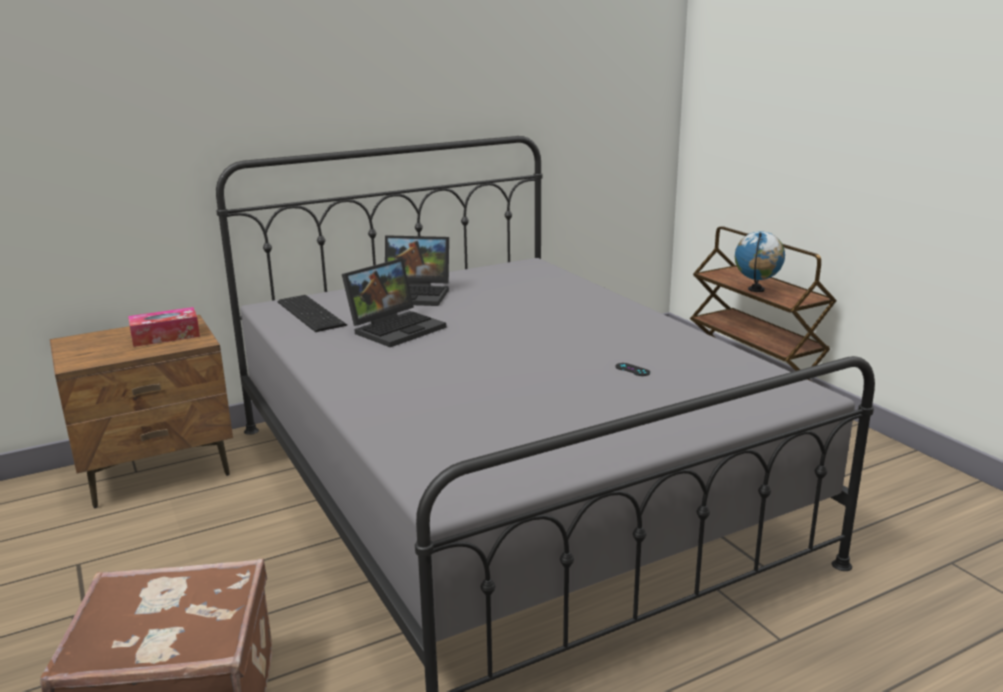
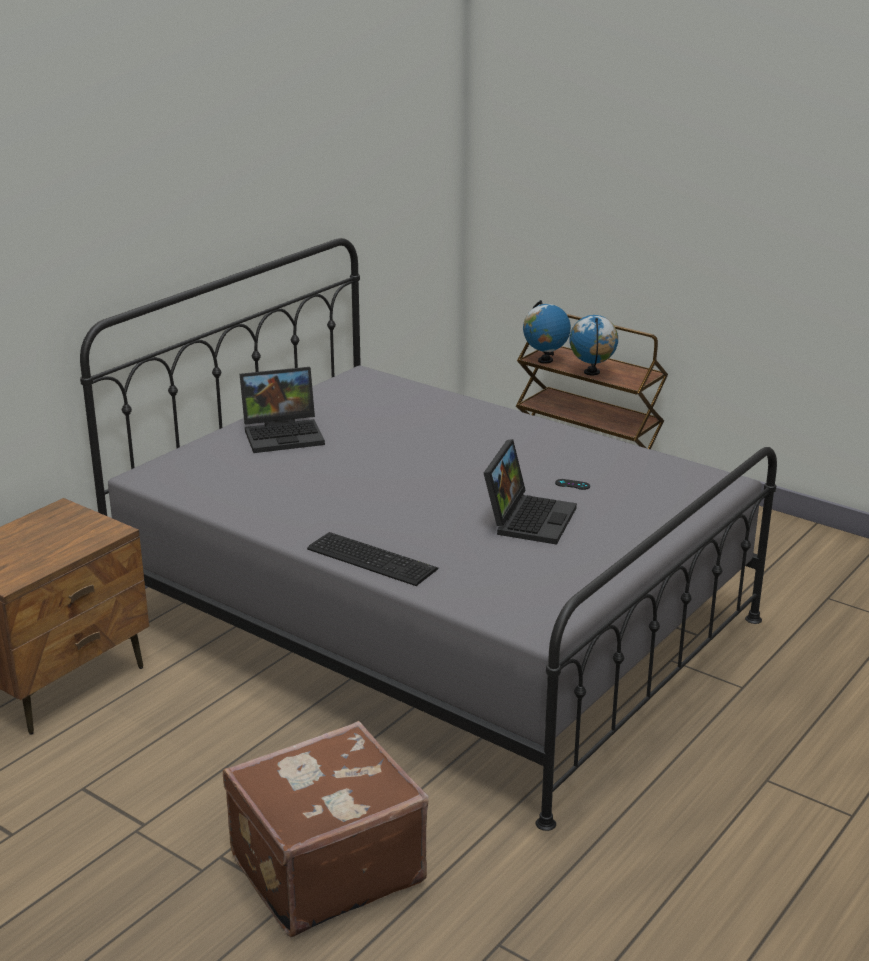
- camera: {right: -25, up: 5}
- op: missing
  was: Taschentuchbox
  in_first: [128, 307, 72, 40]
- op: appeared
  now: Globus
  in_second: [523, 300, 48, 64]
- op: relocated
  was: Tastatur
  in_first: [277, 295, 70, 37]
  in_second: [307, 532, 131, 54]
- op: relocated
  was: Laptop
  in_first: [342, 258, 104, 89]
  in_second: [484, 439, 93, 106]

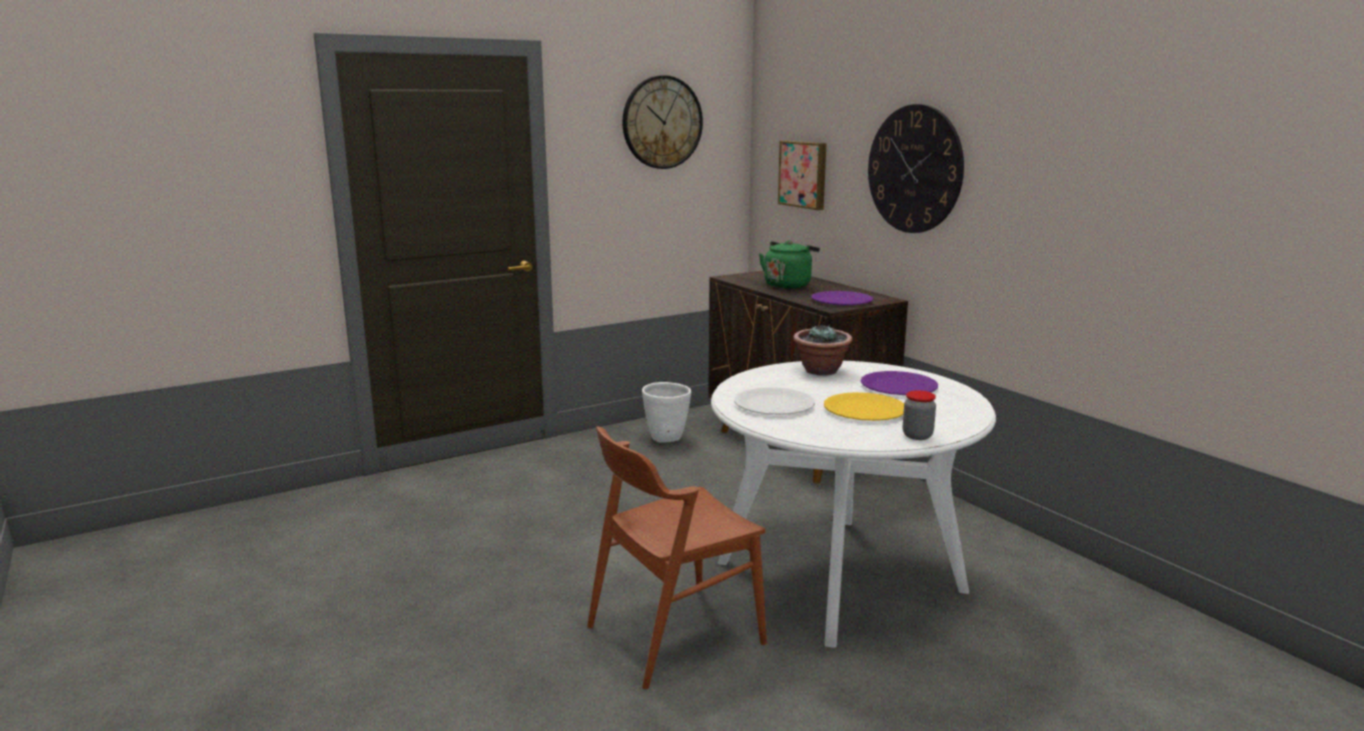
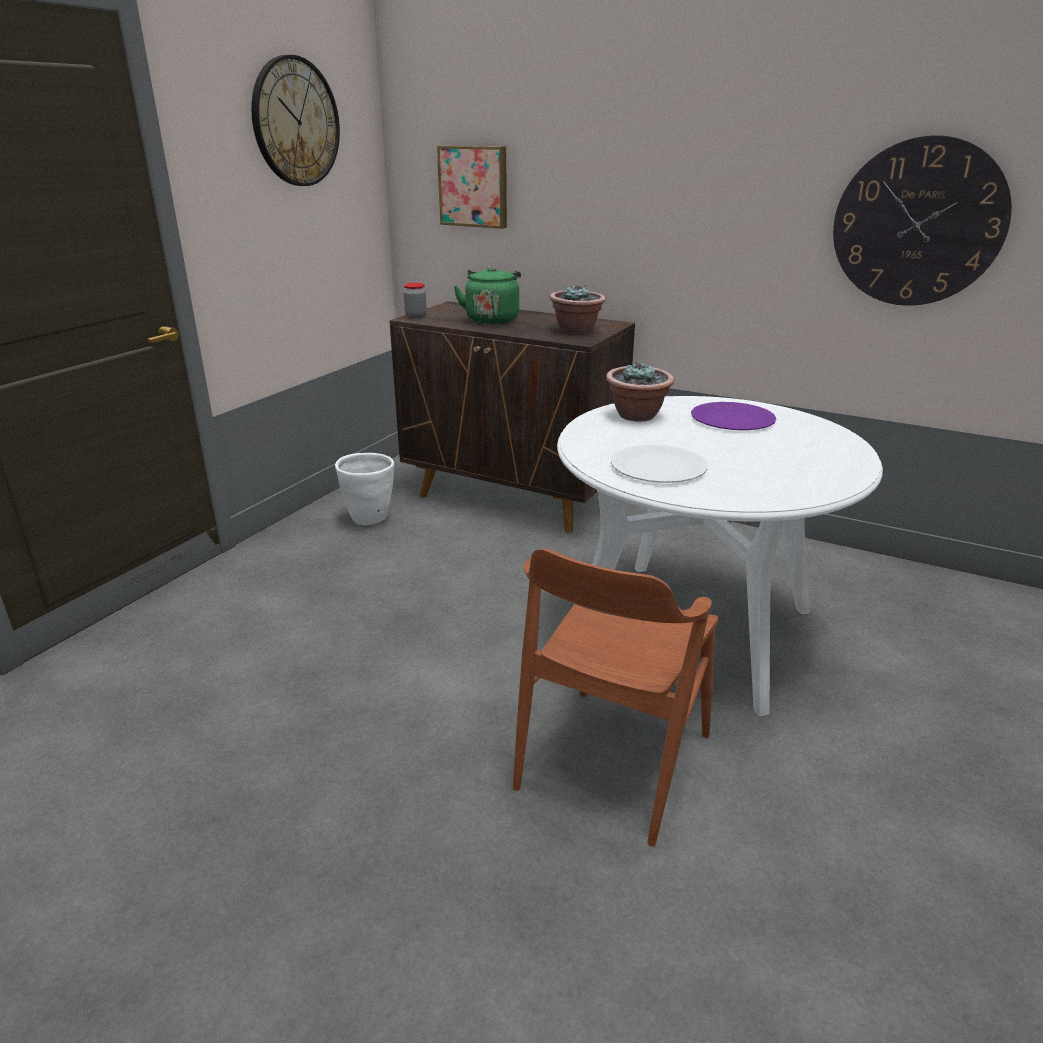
- camera: {right: -30, up: 10}
- op: missing
  was: Teller (gelb)
  in_first: [824, 392, 80, 29]
- op: relocated
  was: Wanduhr
  in_first: [868, 104, 96, 129]
  in_second: [833, 135, 179, 171]
- op: relocated
  was: Vorratsglas
  in_first: [903, 390, 33, 50]
  in_second: [403, 283, 24, 36]
- op: exchanged
  was: Teller (lila)
  now: Topfpflanze
  in_first: [811, 291, 62, 15]
  in_second: [550, 284, 56, 50]

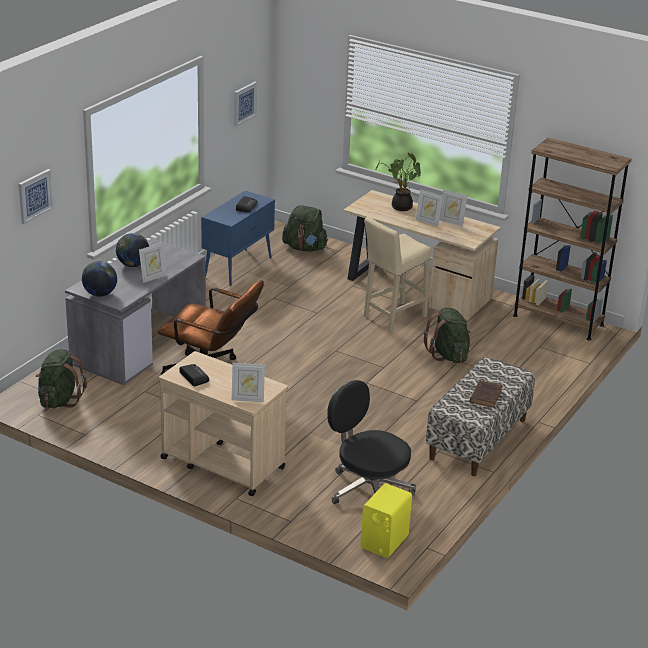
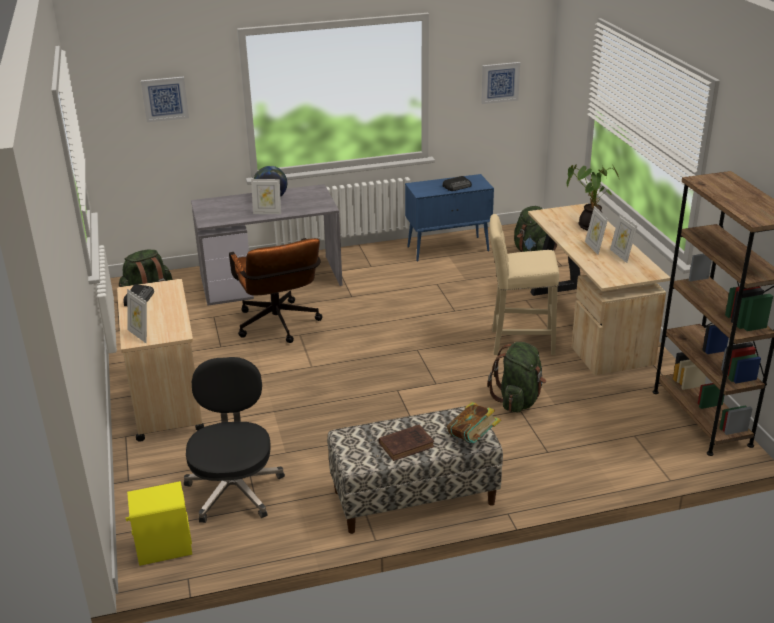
- camera: {right: 45, up: 0}
- op: missing
  was: Globus
  in_first: [82, 261, 35, 36]
- op: appeared
  now: Buch
  in_second: [447, 402, 54, 41]

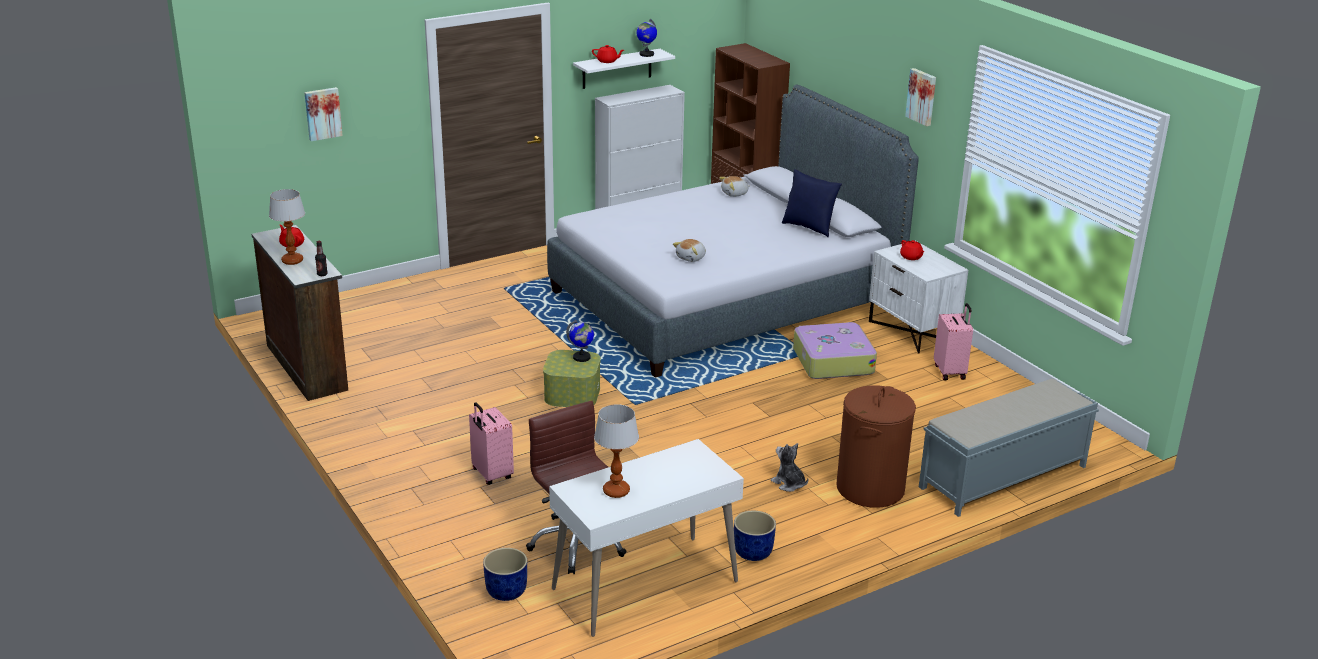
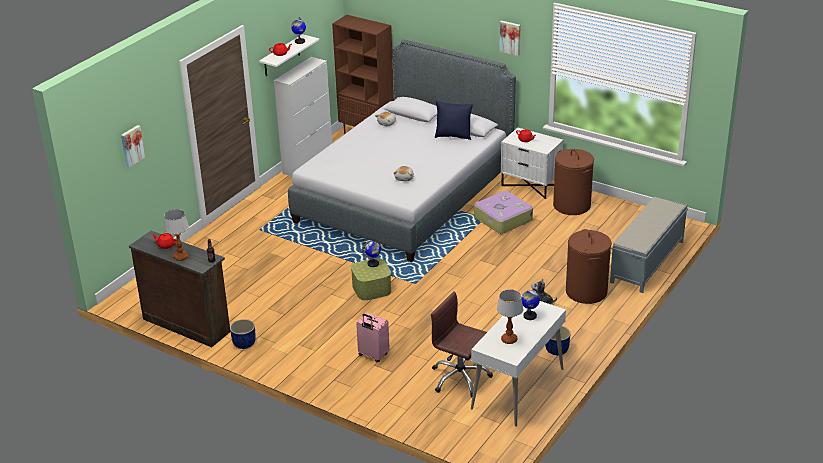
- camera: {right: -25, up: 5}
- op: appeared
  now: Globus
  in_second: [521, 288, 19, 32]
- op: relocated
  was: Pflanzkübel (blau)
  in_first: [483, 548, 44, 53]
  in_second: [230, 319, 26, 30]
- op: exchanged
  was: Koffer (rosa)
  now: Wäschekorb (braun)
  in_first: [934, 303, 39, 77]
  in_second: [553, 149, 41, 66]

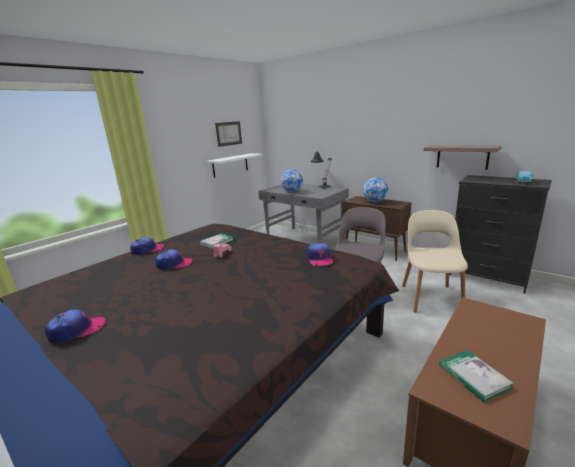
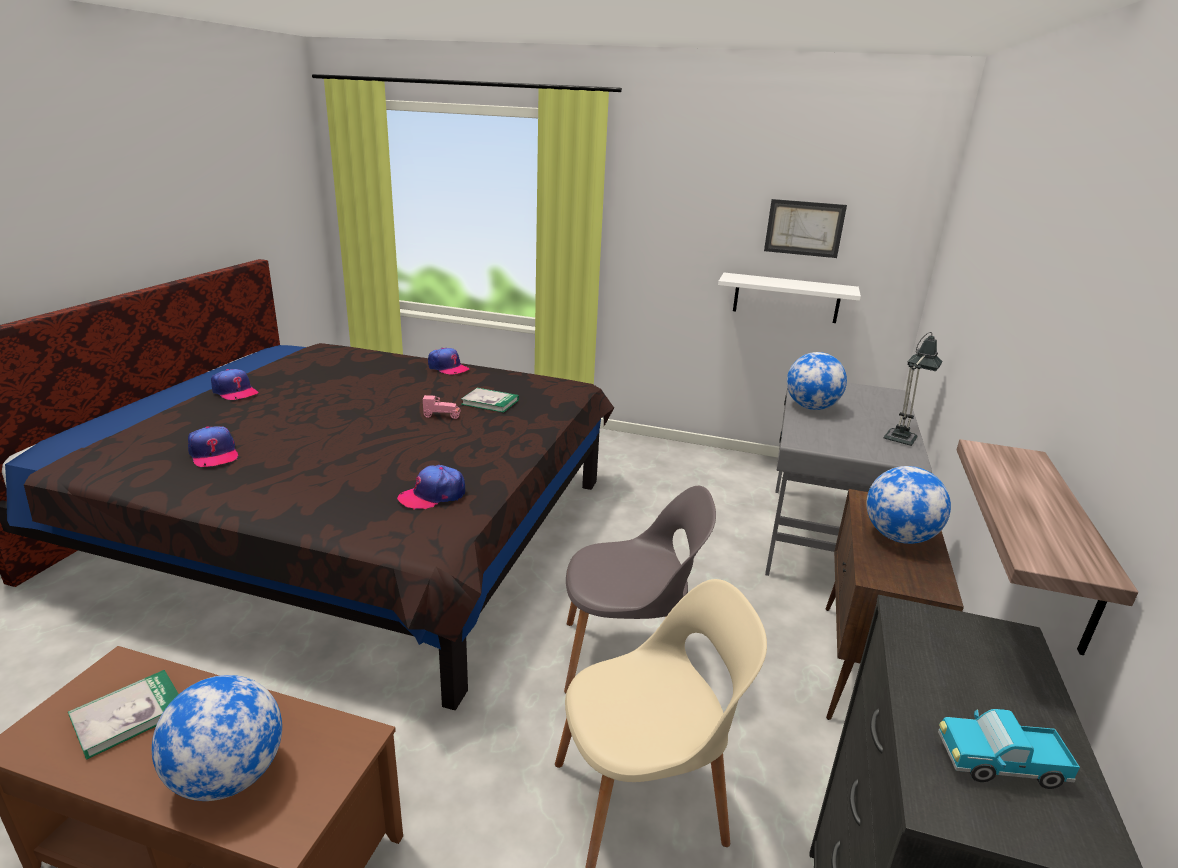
- camera: {right: 65, up: 5}
- op: appeared
  now: Globus
  in_second: [152, 675, 130, 126]
- op: relocated
  was: Kappe
  in_first: [155, 249, 38, 21]
  in_second: [188, 426, 51, 41]

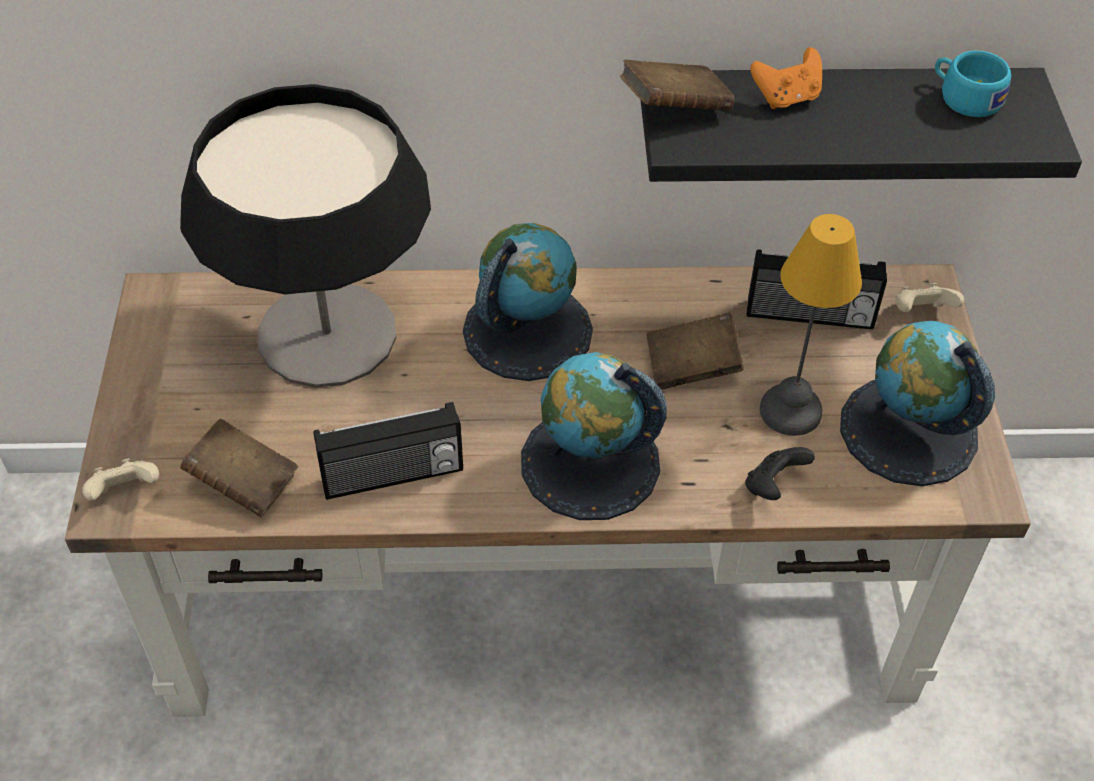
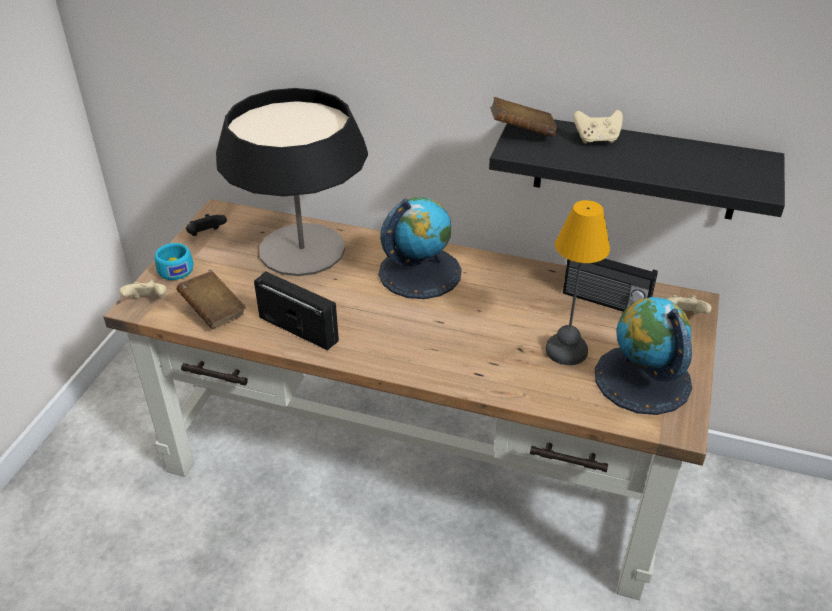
- camera: {right: 20, up: -10}
- op: missing
  was: Globus
  in_first: [521, 352, 146, 168]
- op: missing
  was: Buch (braun)
  in_first: [646, 312, 98, 78]
- op: relocated
  was: Gamepad (schwarz)
  in_first: [745, 447, 70, 53]
  in_second: [186, 214, 41, 22]
- op: relocated
  was: Tasse (türkis)
  in_first: [935, 50, 76, 67]
  in_second: [155, 243, 39, 37]
- op: colour
  was: Gamepad (orange)
  now: Gamepad (beige)
  in_first: [750, 47, 72, 62]
  in_second: [573, 110, 50, 34]
- op: spun
  was: Radio
  in_first: [313, 402, 150, 98]
  in_second: [254, 271, 85, 79]
  clockwise: -150

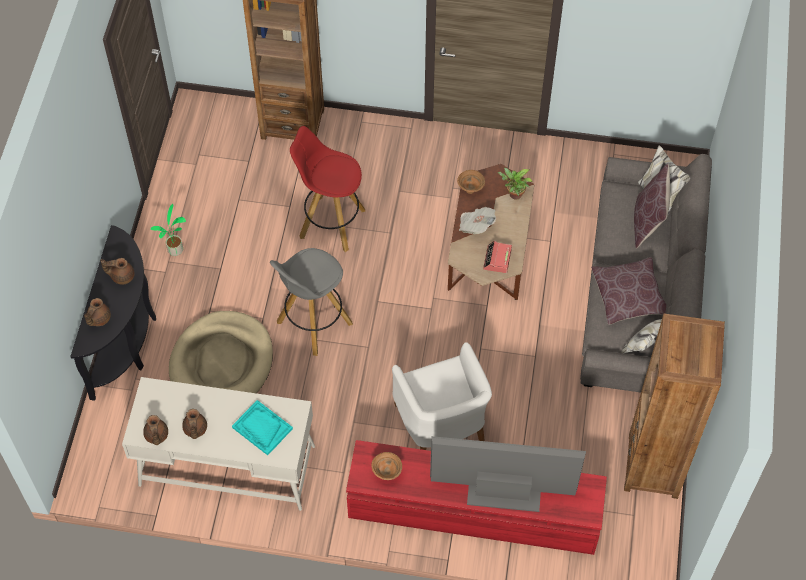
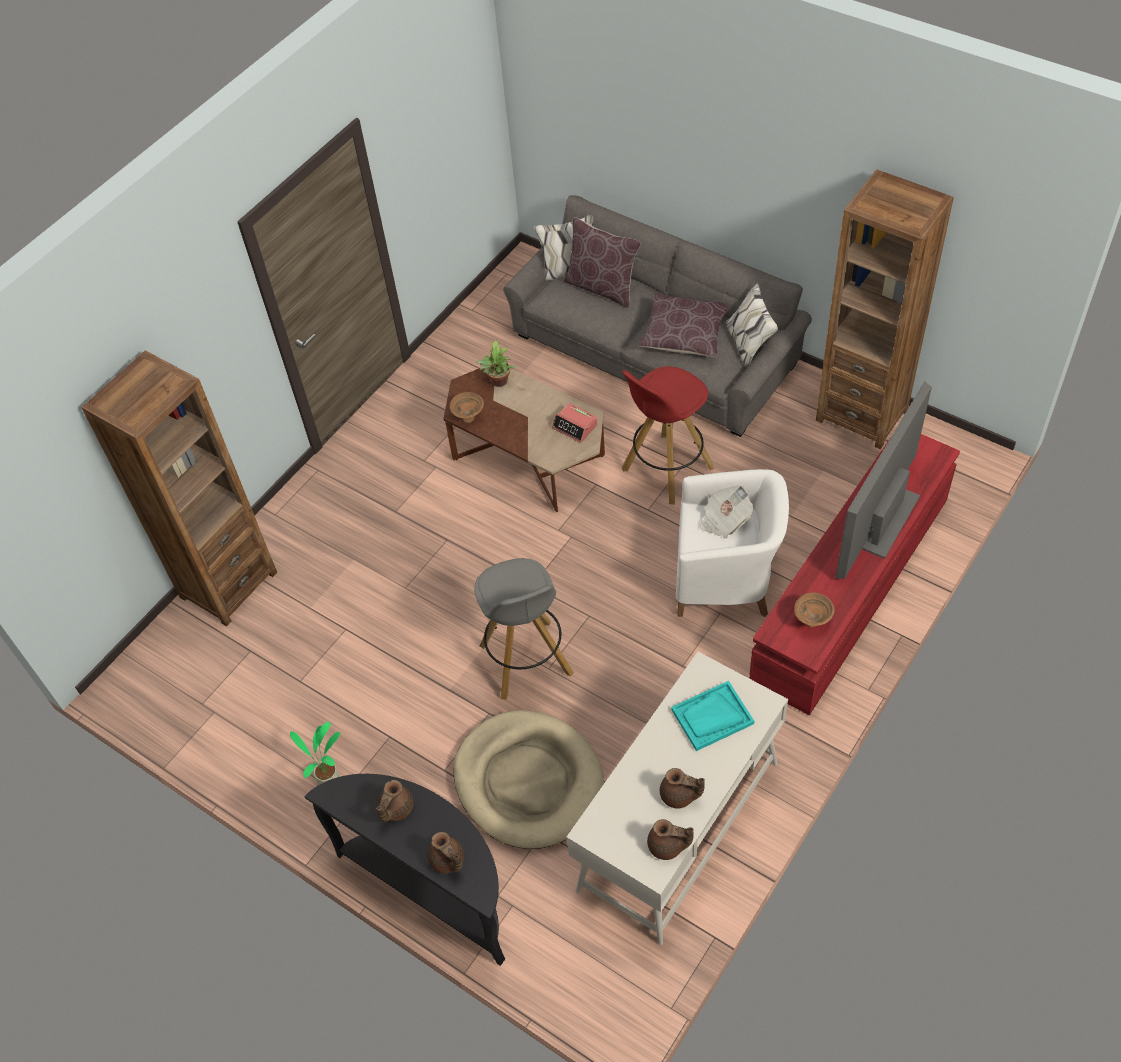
- camera: {right: -60, up: -5}
- op: relocated
  was: Hocker (rot)
  in_first: [290, 126, 75, 126]
  in_second: [622, 366, 92, 139]
- op: relocated
  was: Zeitung
  in_first: [459, 207, 37, 27]
  in_second: [700, 485, 53, 53]

